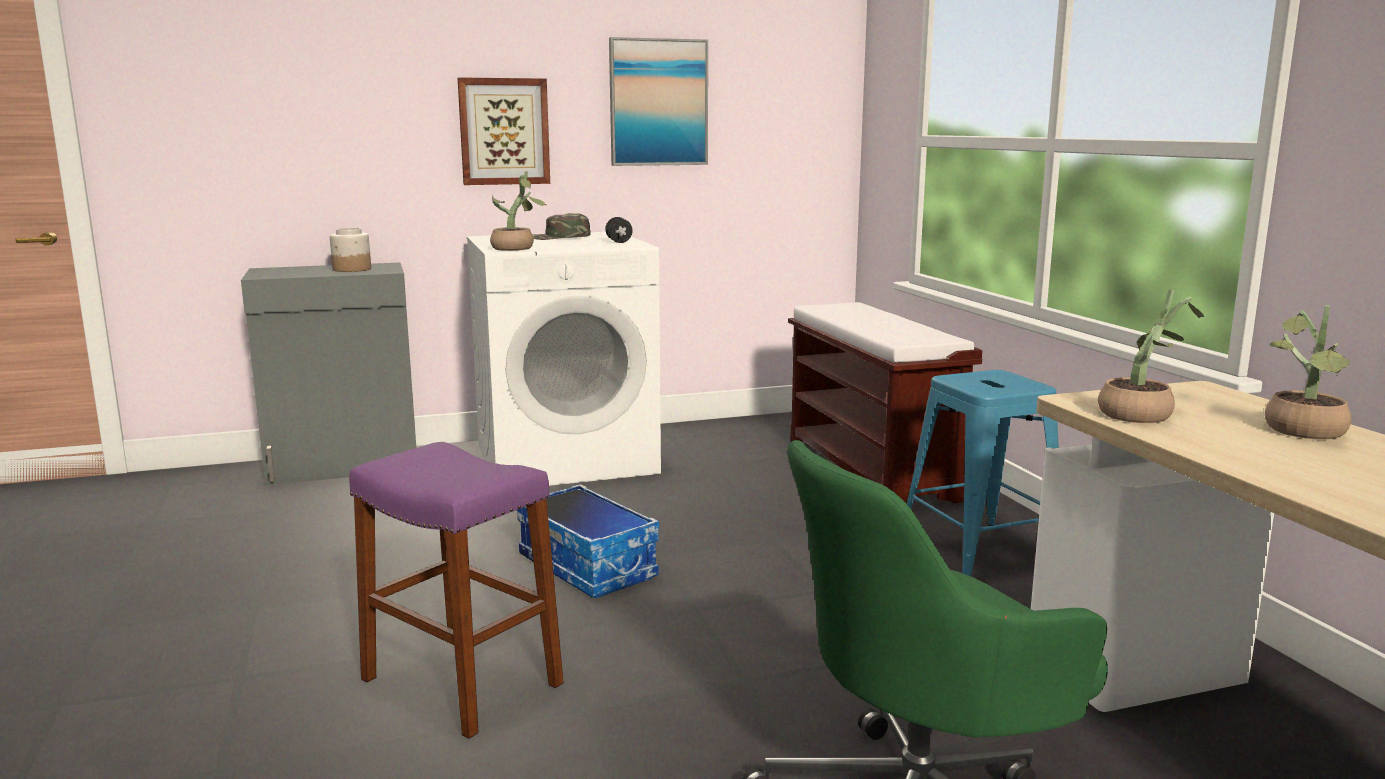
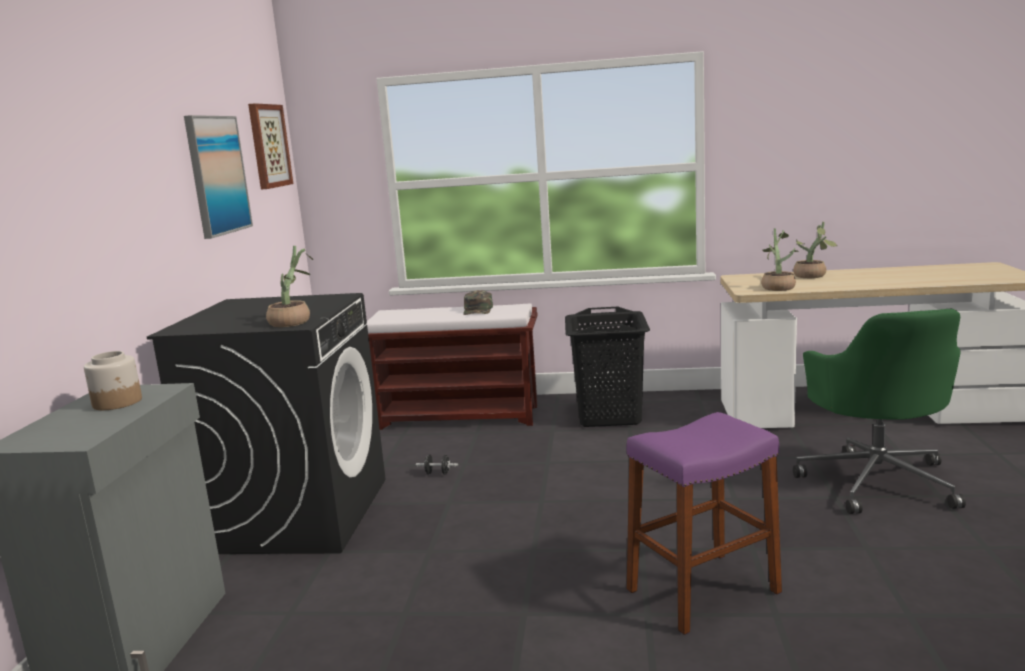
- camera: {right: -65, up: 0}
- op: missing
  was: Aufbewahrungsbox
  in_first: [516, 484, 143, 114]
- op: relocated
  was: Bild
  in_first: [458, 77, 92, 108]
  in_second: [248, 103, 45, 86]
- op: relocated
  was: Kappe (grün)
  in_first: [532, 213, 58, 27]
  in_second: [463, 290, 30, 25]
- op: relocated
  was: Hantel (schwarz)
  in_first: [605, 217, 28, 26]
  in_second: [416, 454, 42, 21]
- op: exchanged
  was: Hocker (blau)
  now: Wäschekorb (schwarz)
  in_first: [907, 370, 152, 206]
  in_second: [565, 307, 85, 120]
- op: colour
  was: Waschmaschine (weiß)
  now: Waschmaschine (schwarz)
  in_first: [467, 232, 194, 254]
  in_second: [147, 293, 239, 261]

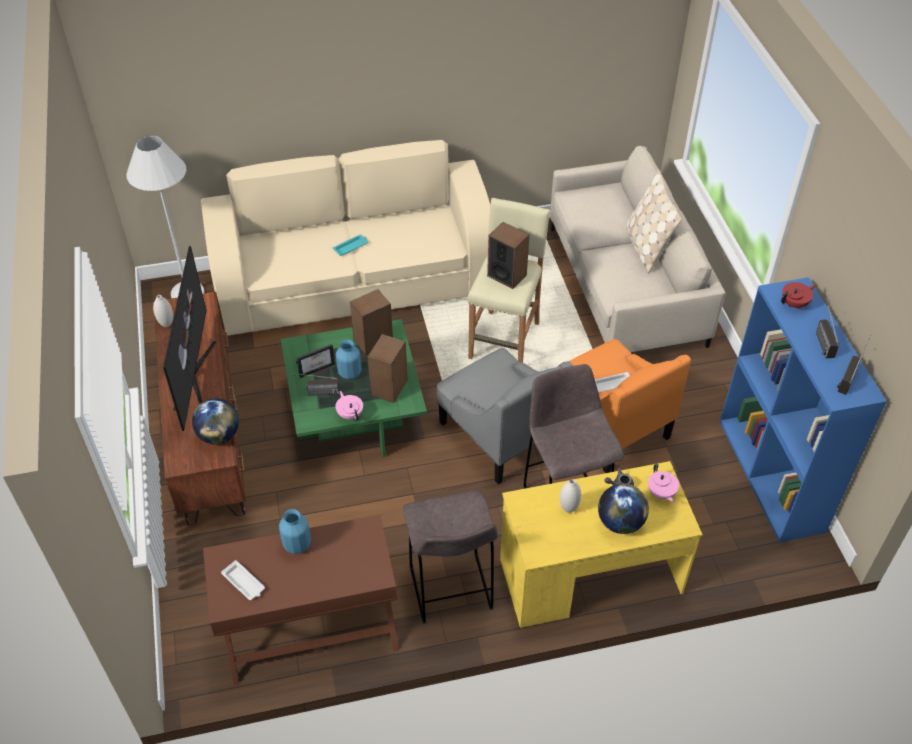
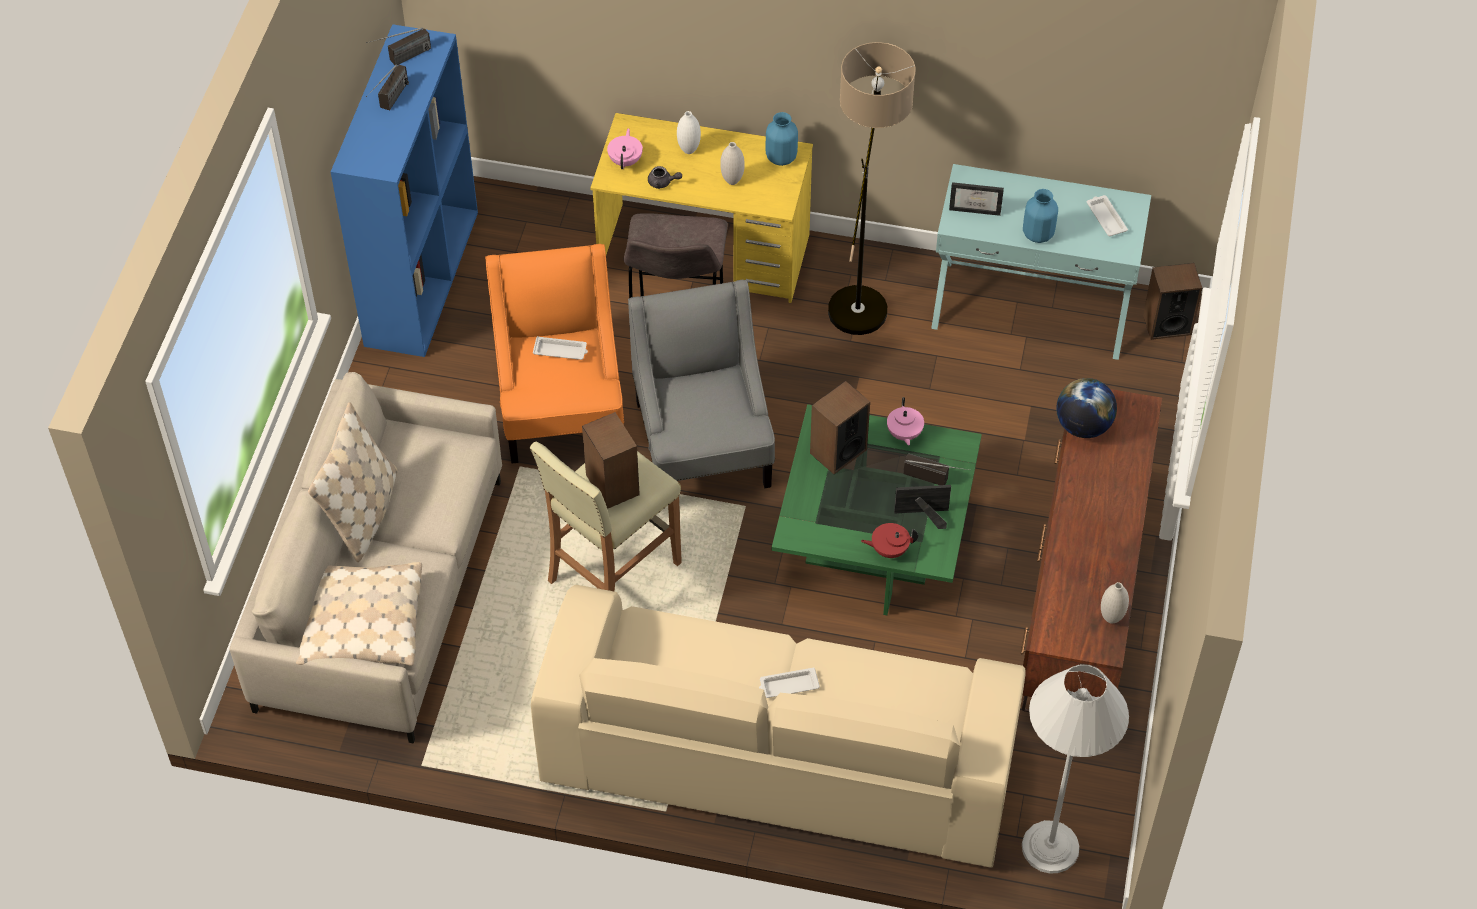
- camera: {right: -155, up: 5}
- op: missing
  was: Fernseher
  in_first: [163, 246, 53, 185]
- op: appeared
  now: Kissen (beige)
  in_second: [296, 562, 126, 104]
- op: appeared
  now: Bilderrahmen
  in_second: [949, 182, 55, 34]
- op: relocated
  was: Vase (blau)
  in_first: [336, 339, 25, 40]
  in_second: [766, 112, 32, 54]
- op: relocated
  was: Lautsprecher
  in_first: [350, 289, 43, 66]
  in_second: [1143, 263, 59, 77]
- op: relocated
  was: Teekanne (rot)
  in_first: [781, 282, 35, 27]
  in_second: [861, 523, 57, 35]
- op: exchanged
  was: Hocker (grau)
  now: Stehlampe
  in_first: [403, 491, 95, 133]
  in_second: [828, 42, 88, 293]
- op: exchanged
  was: Globus
  now: Vase (weiß)
  in_first: [598, 484, 51, 50]
  in_second: [677, 111, 24, 43]
- op: colour
  was: Konsolentisch (braun)
  now: Konsolentisch (türkis)
  in_first: [203, 515, 196, 170]
  in_second: [931, 164, 220, 196]
- op: colour
  was: Tablett (türkis)
  now: Tablett (weiß)
  in_first: [333, 235, 35, 21]
  in_second: [759, 667, 61, 31]

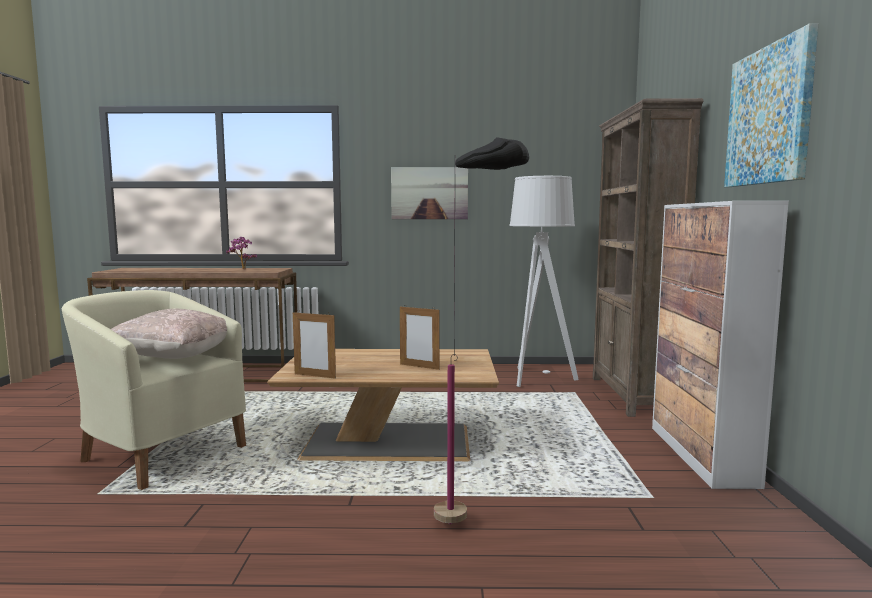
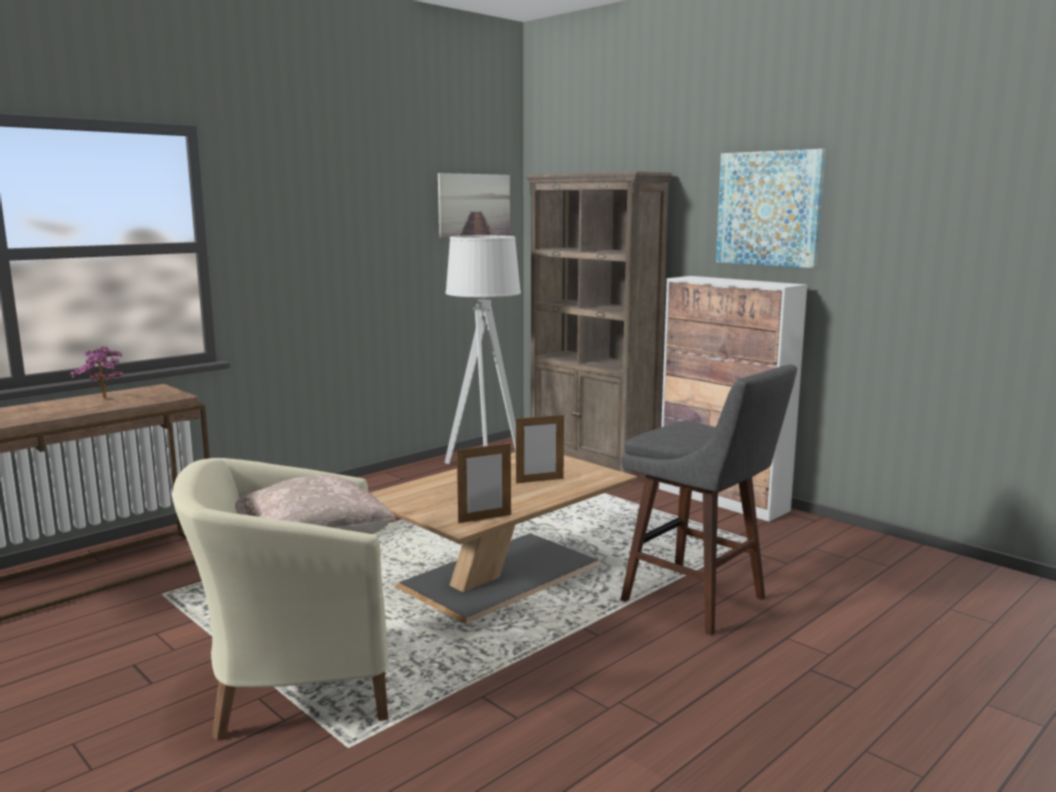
- camera: {right: -45, up: 5}
- op: relocated
  was: Bild
  in_first: [391, 167, 77, 52]
  in_second: [438, 173, 72, 65]
- op: exchanged
  was: Stehlampe (schwarz)
  now: Hocker (grau)
  in_first: [434, 137, 95, 388]
  in_second: [620, 365, 177, 271]

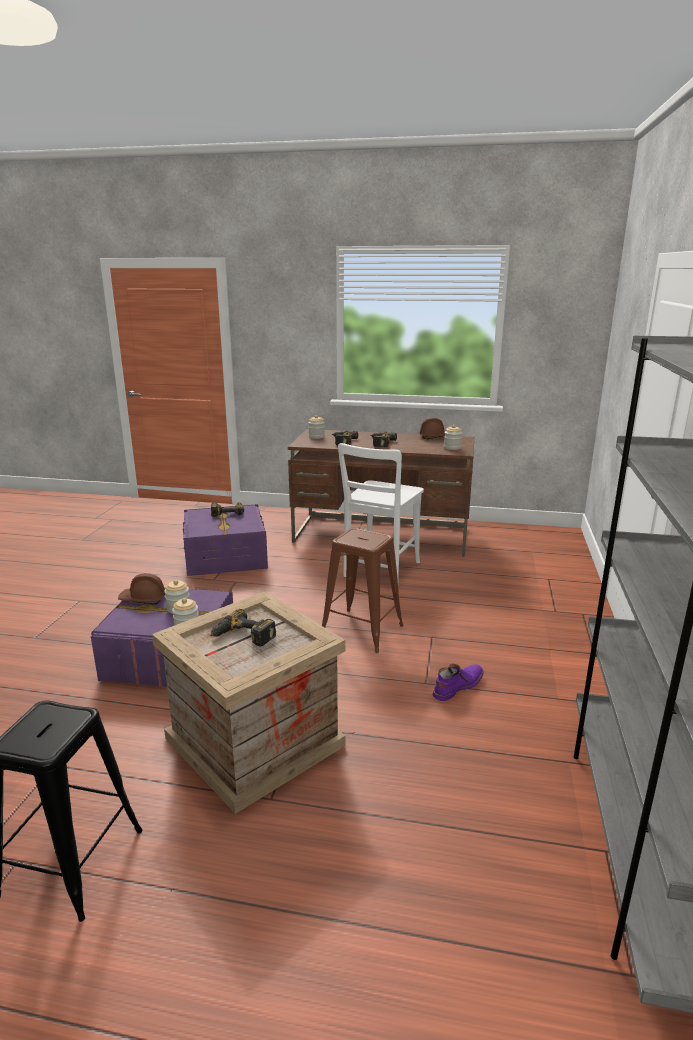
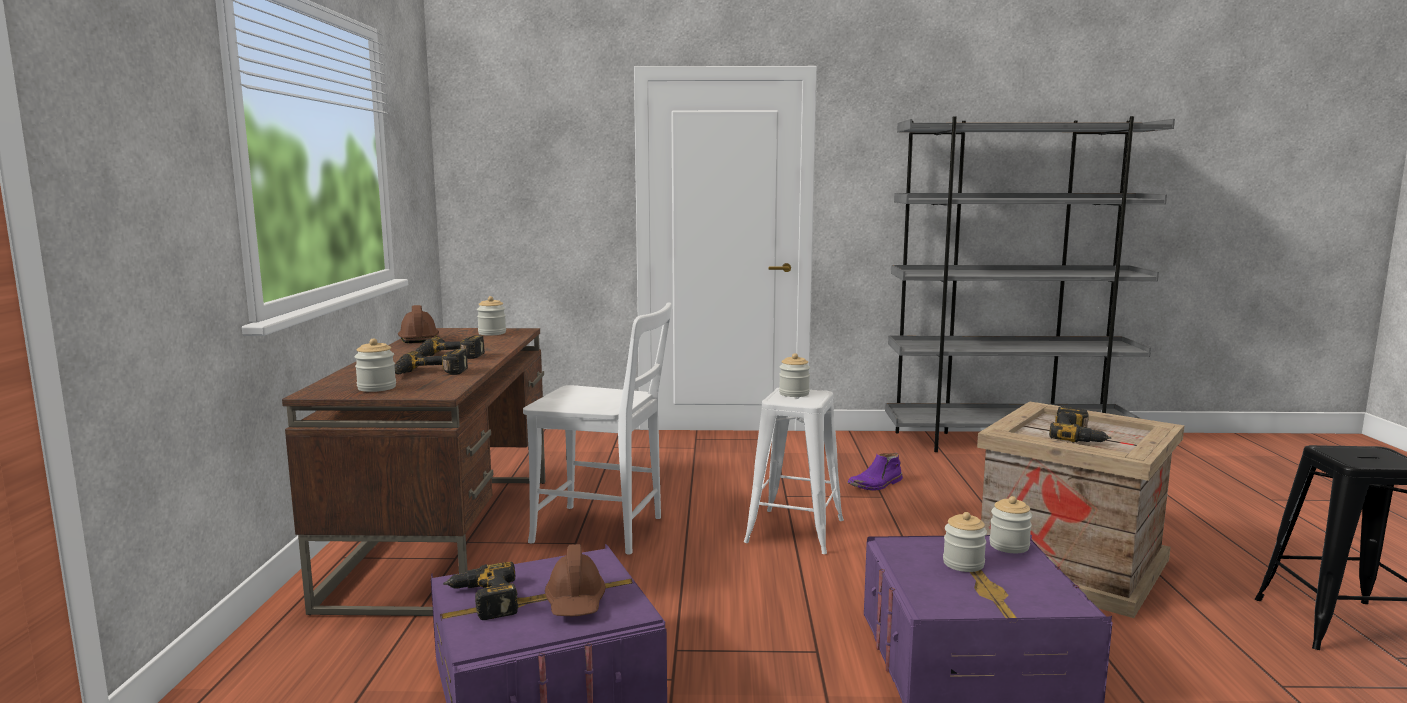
- camera: {right: -100, up: -10}
- op: appeared
  now: Vorratsglas
  in_second: [779, 353, 31, 44]
- op: relocated
  was: Schutzhelm (braun)
  in_first: [118, 573, 47, 32]
  in_second: [545, 544, 61, 72]
- op: colour
  was: Hocker (braun)
  now: Hocker (weiß)
  in_first: [322, 528, 82, 125]
  in_second: [744, 388, 100, 166]
- op: spun
  was: Stiefel (lila)
  in_first: [432, 664, 52, 37]
  in_second: [847, 453, 56, 38]
  clockwise: -75

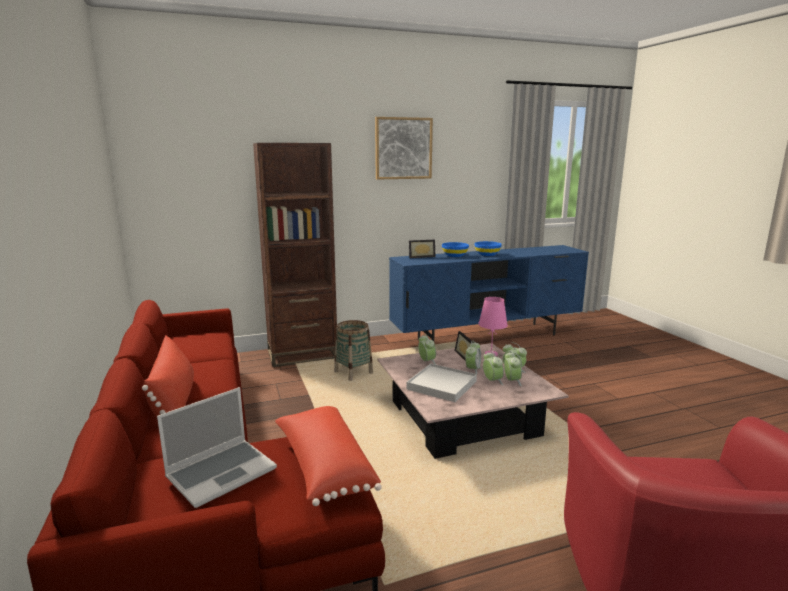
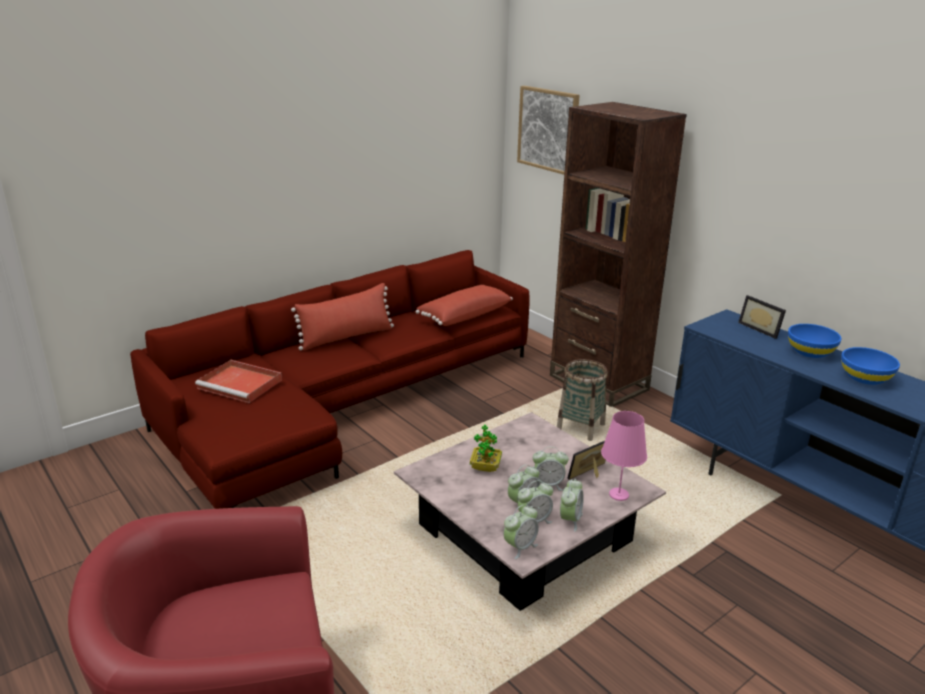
- camera: {right: 70, up: 10}
- op: relocated
  was: Kissen (rot)
  in_first: [275, 406, 107, 100]
  in_second: [416, 285, 97, 41]
- op: relocated
  was: Bild
  in_first: [375, 117, 58, 63]
  in_second: [517, 86, 63, 89]
- op: relocated
  was: Wecker
  in_first: [418, 334, 18, 30]
  in_second: [504, 505, 35, 54]
- op: exchanged
  was: Laptop
  now: Tablett (rot)
  in_first: [157, 387, 120, 121]
  in_second: [195, 360, 87, 43]
- op: exchanged
  was: Tablett (weiß)
  now: Topfpflanze
  in_first: [406, 363, 71, 39]
  in_second: [470, 425, 32, 47]

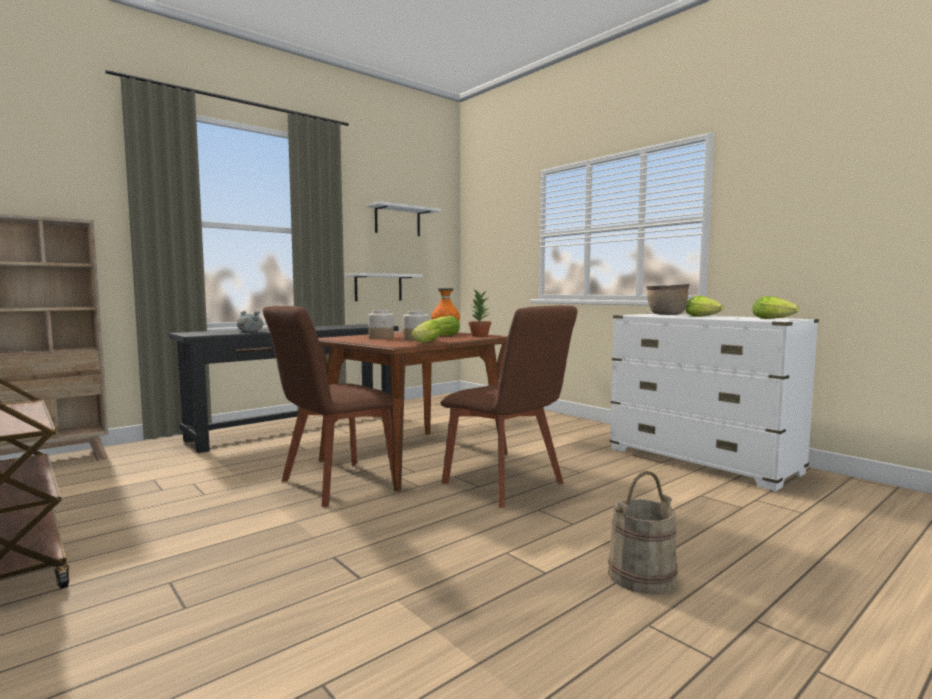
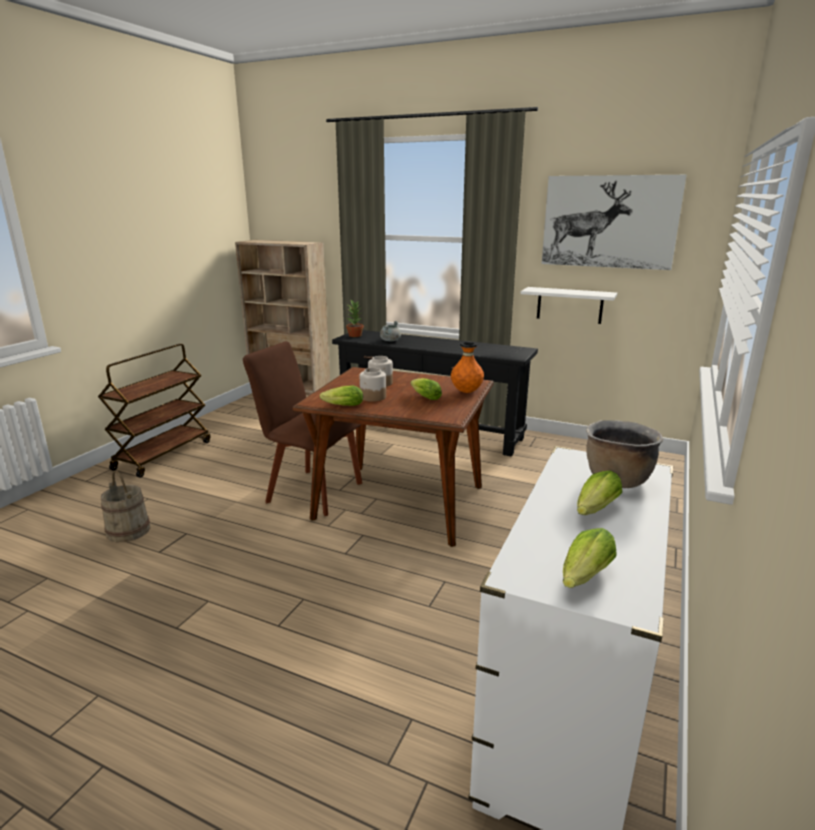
- camera: {right: 65, up: 15}
- op: missing
  was: Stuhl (braun)
  in_first: [441, 305, 136, 203]
- op: relocated
  was: Topfpflanze
  in_first: [469, 290, 22, 46]
  in_second: [346, 300, 18, 37]
- op: relocated
  was: Eimer (beige)
  in_first: [608, 471, 70, 123]
  in_second: [101, 470, 49, 72]
- op: exchanged
  was: Wandregal (weiß)
  now: Bild
  in_first: [366, 201, 75, 35]
  in_second: [542, 175, 144, 95]

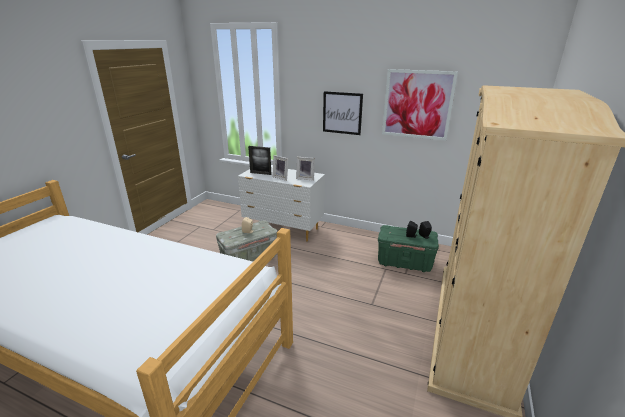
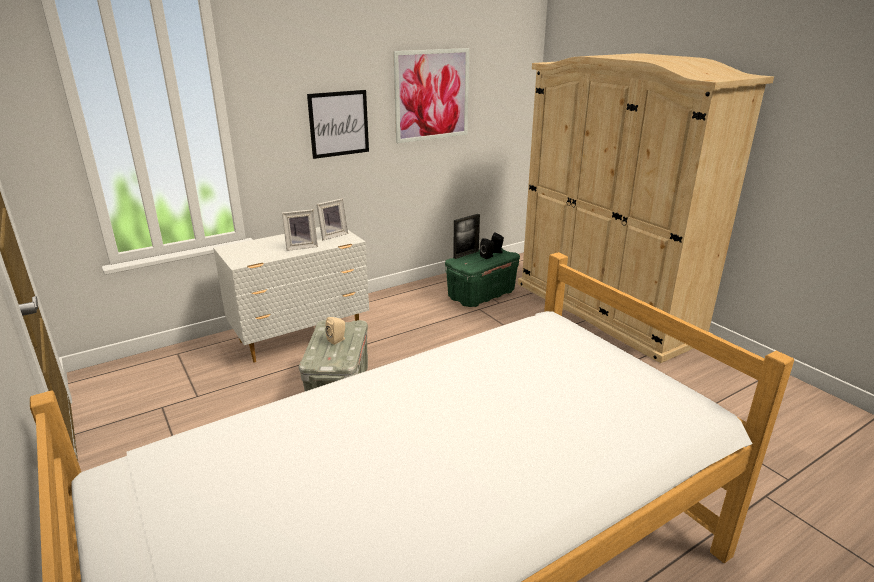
- camera: {right: -55, up: 0}
- op: relocated
  was: Bilderrahmen
  in_first: [248, 146, 23, 29]
  in_second: [453, 214, 27, 45]

